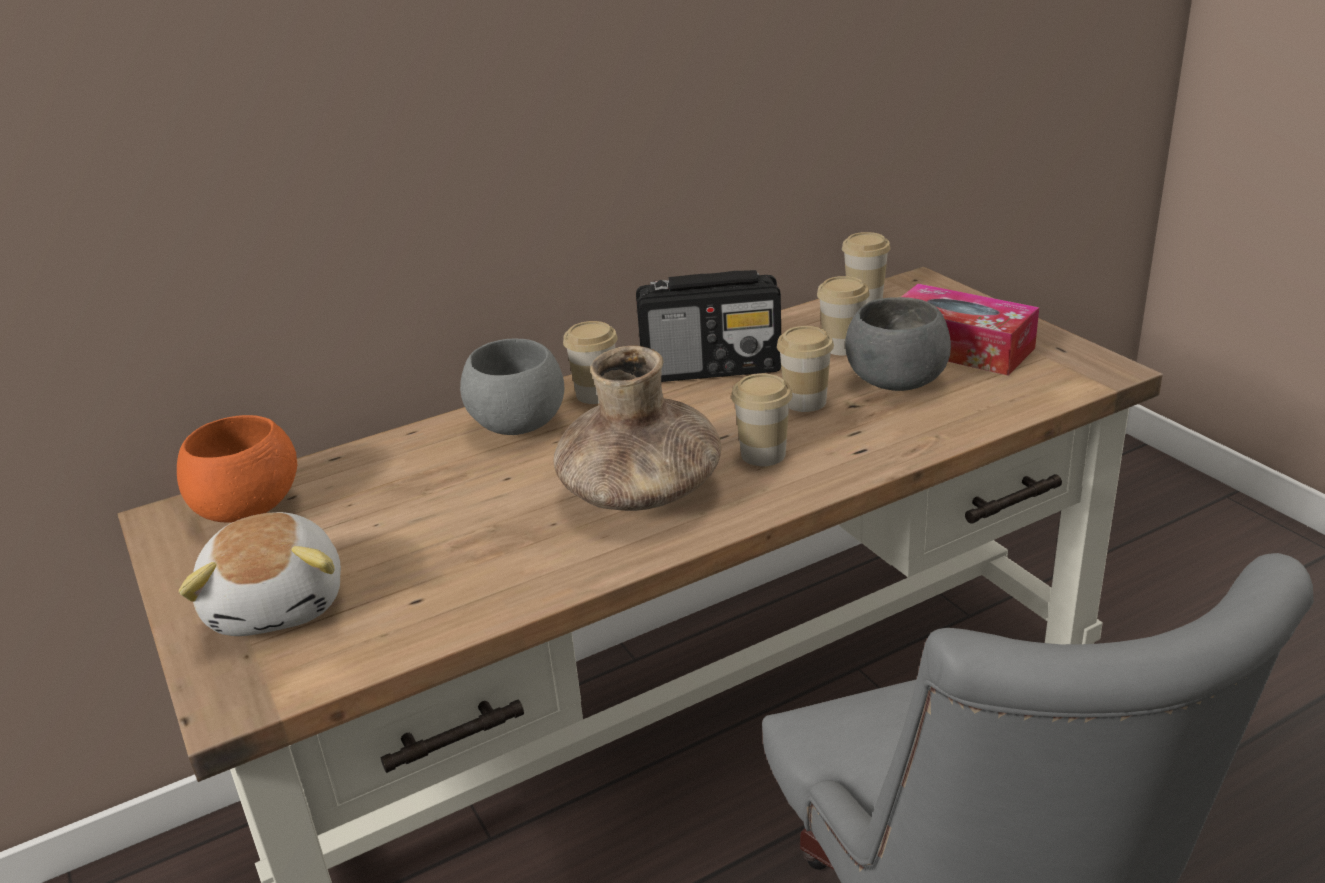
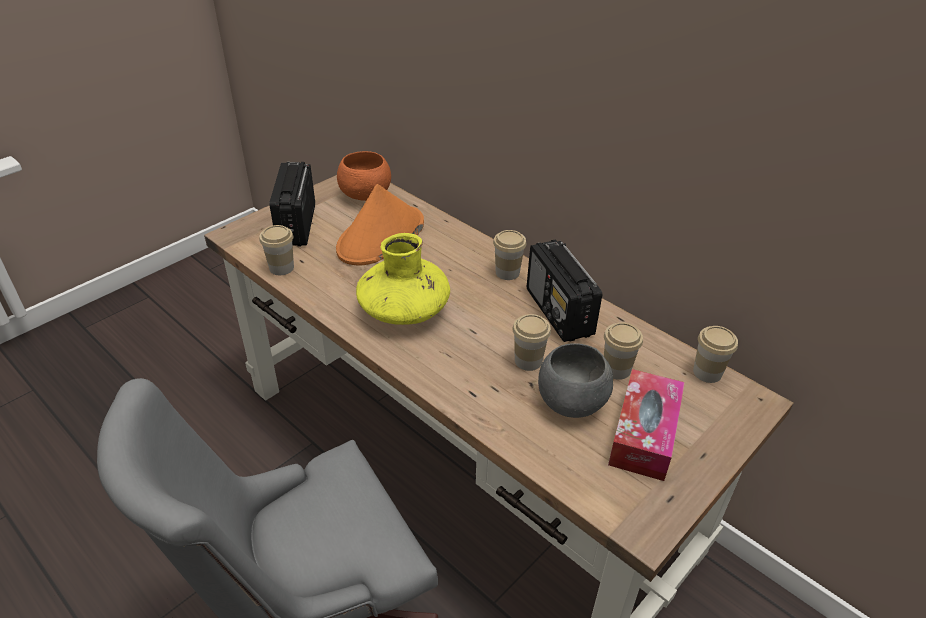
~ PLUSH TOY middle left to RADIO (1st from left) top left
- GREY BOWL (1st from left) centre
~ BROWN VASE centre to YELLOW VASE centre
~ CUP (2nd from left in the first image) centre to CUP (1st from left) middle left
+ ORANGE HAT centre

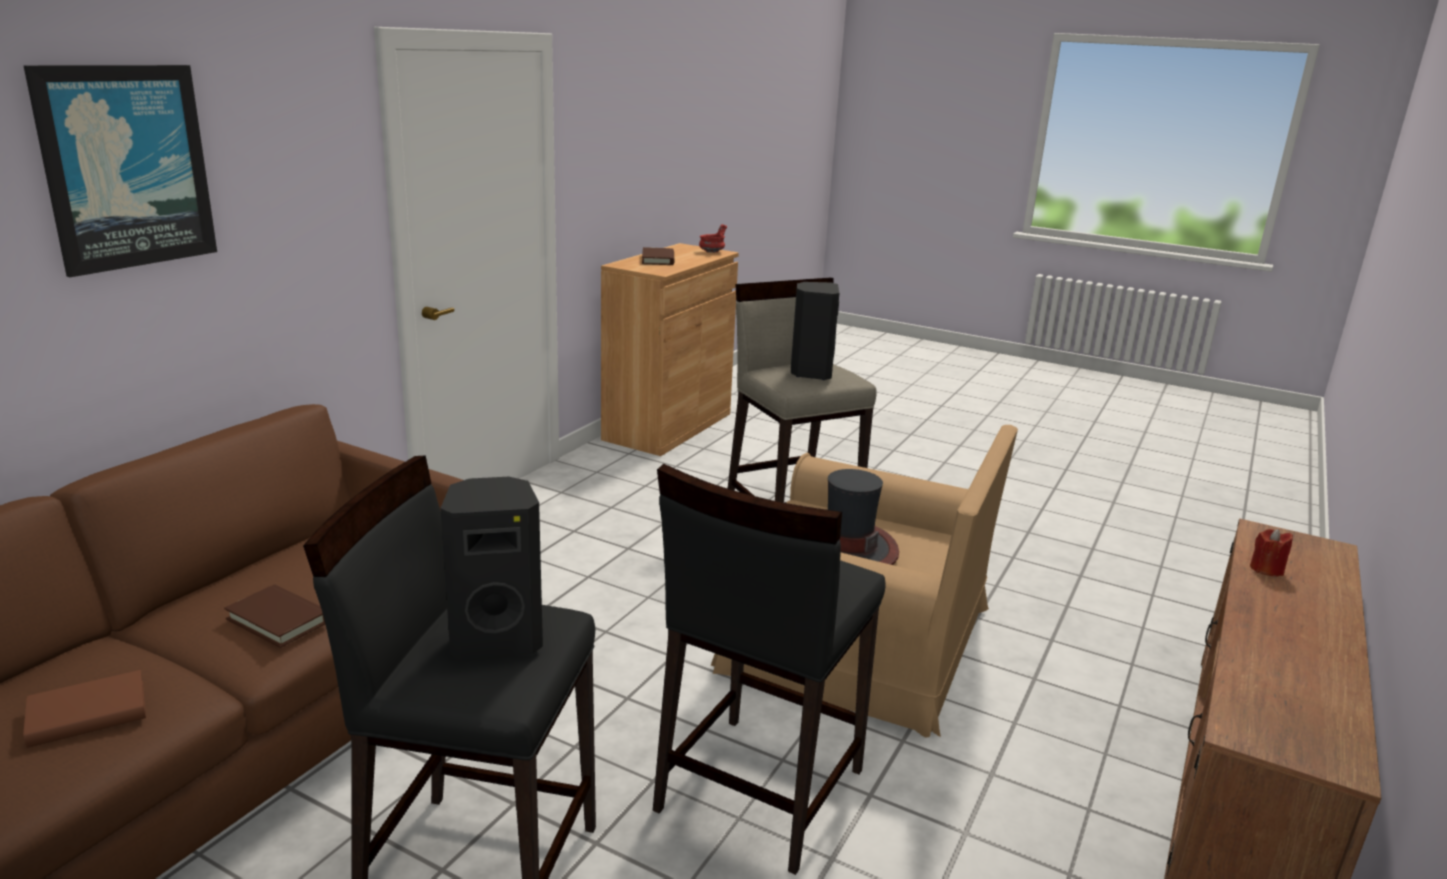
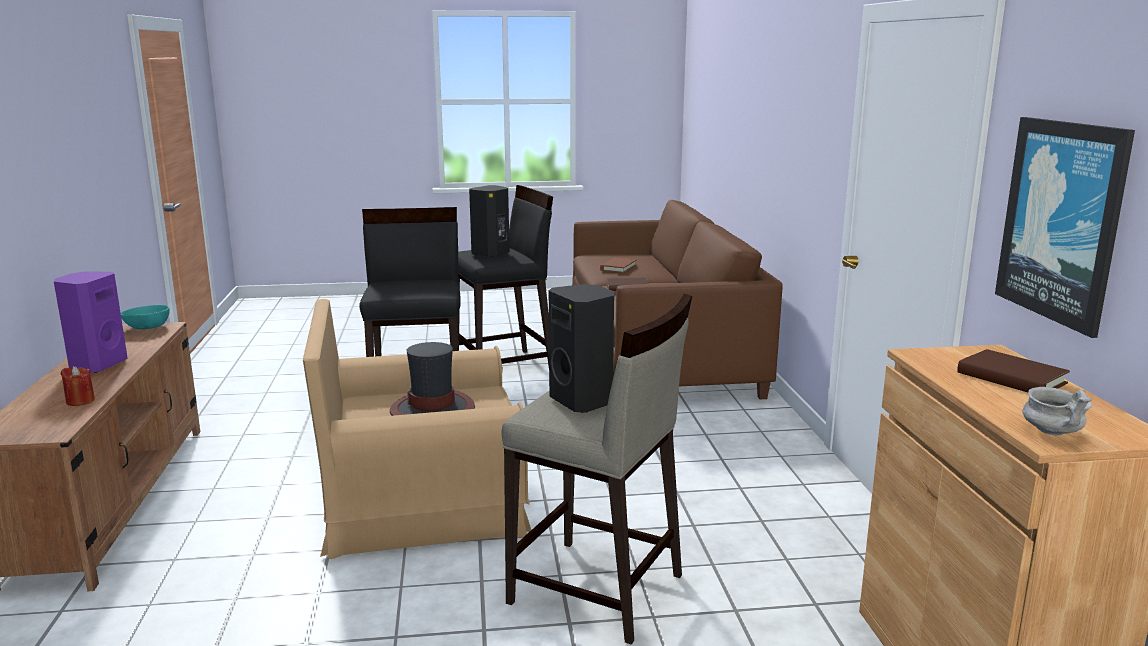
~ PICTURE top left to middle right
~ RED BOWL top centre to GREY BOWL middle right
+ PURPLE SPEAKER middle left
+ TURQUOISE BOWL middle left

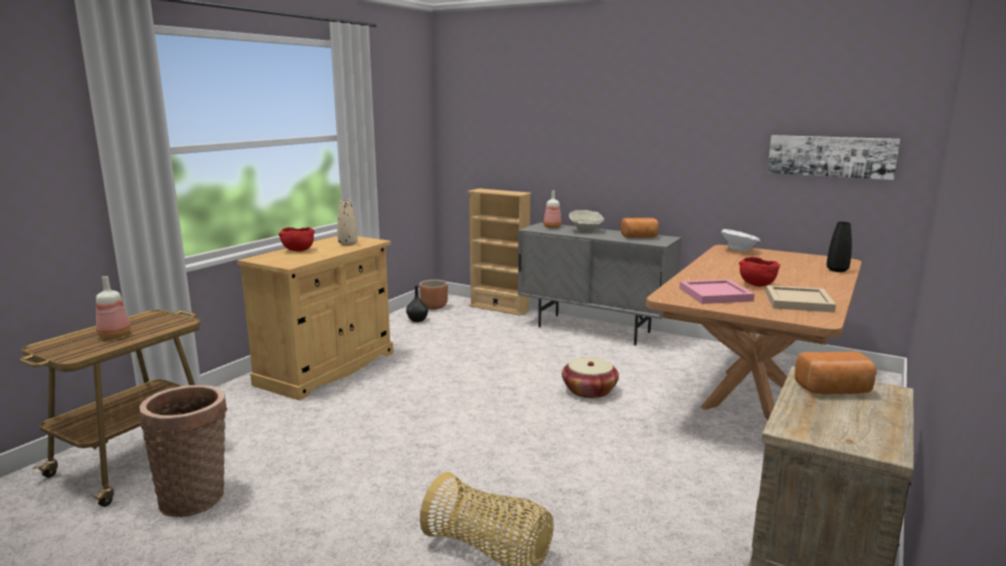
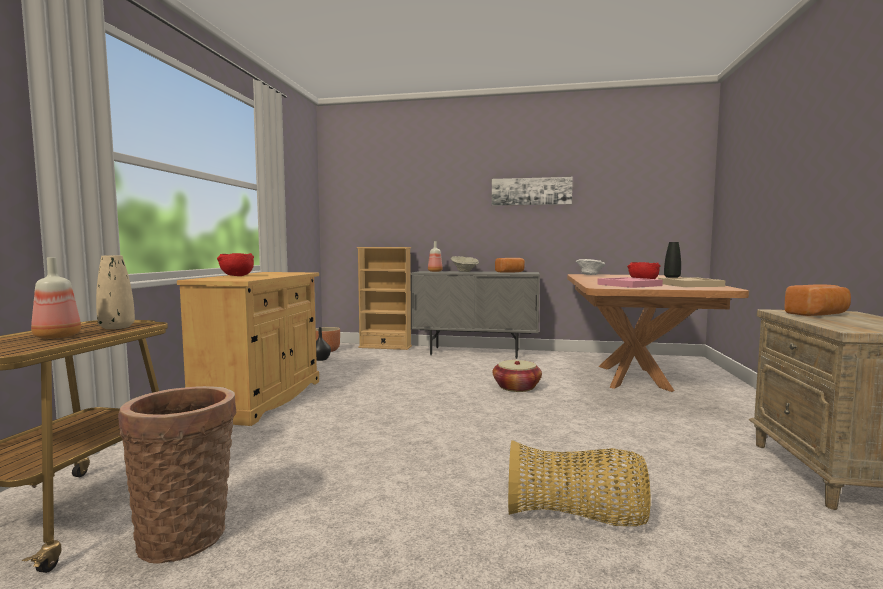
~ BEIGE VASE centre to middle left
~ PICTURE top right to top centre

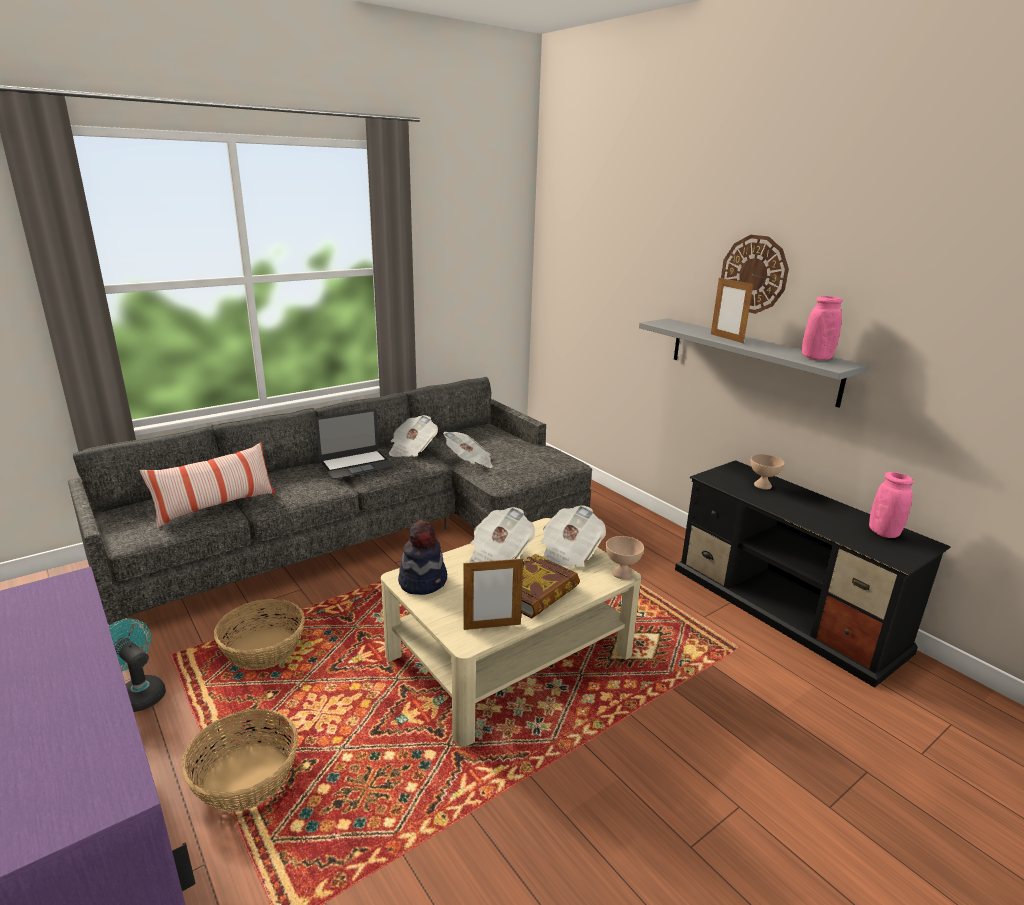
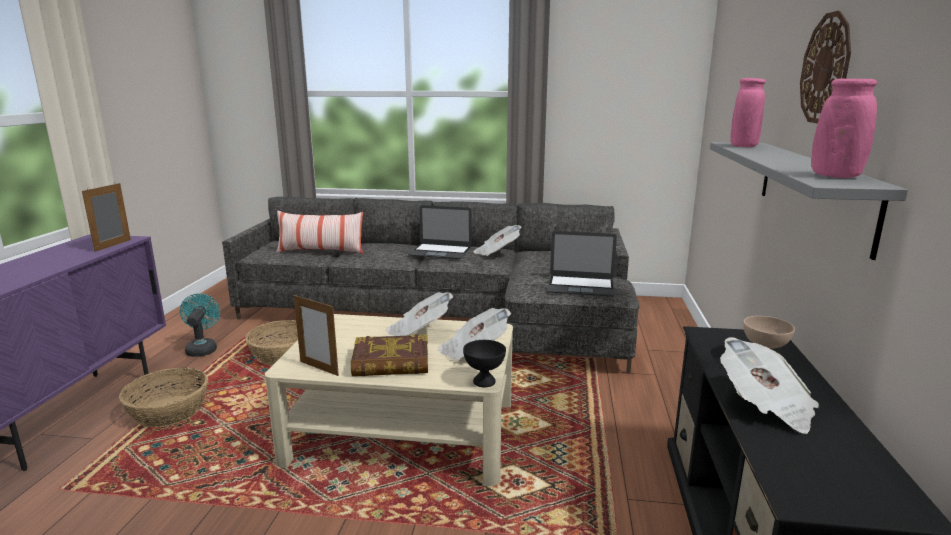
- HAT centre
~ NEWSPAPER (2nd from left in the first image) centre to NEWSPAPER (4th from left) bottom right
~ BEIGE BOWL (1st from left) centre to BLACK BOWL bottom centre
~ PICTURE FRAME (2nd from left in the first image) middle right to PICTURE FRAME (1st from left) middle left
~ PINK VASE (2nd from left in the first image) middle right to PINK VASE (1st from left) top right
+ LAPTOP (2nd from left) centre

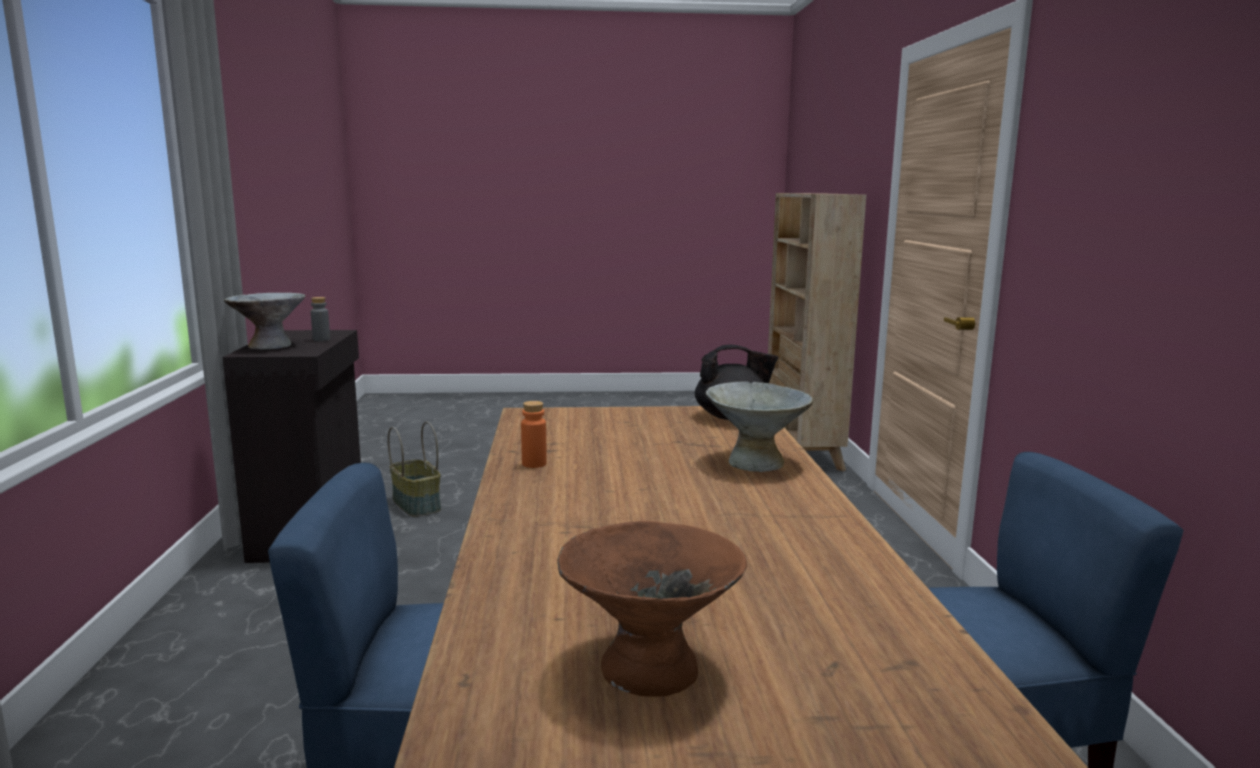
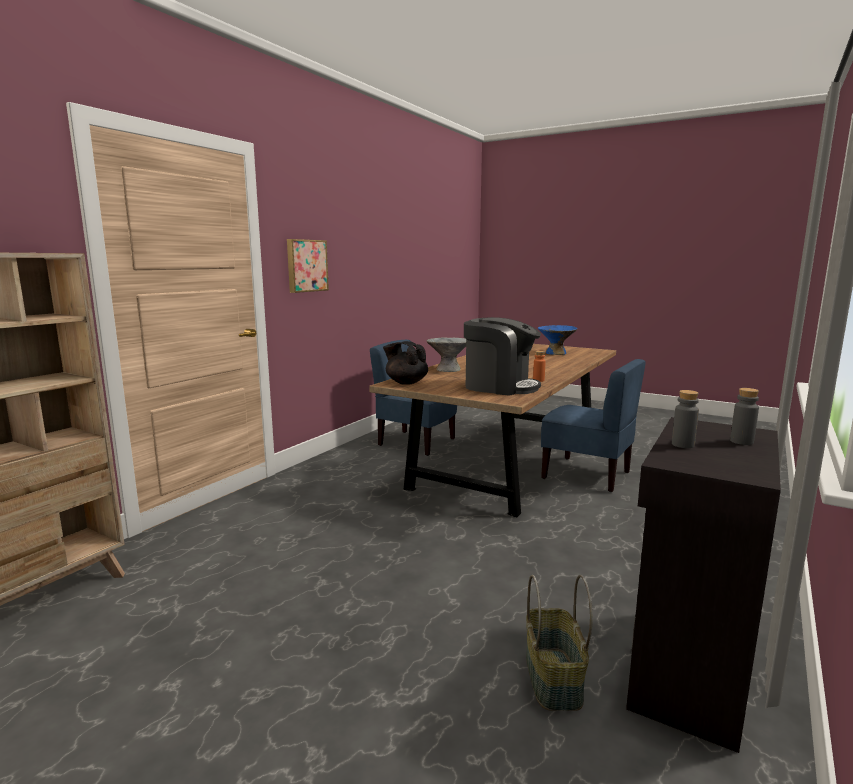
~ GREY BOWL (1st from left) middle left to GREY BOTTLE (2nd from left) middle right
~ BROWN BOWL bottom centre to BLUE BOWL centre
+ PICTURE centre
+ COFFEE MACHINE centre

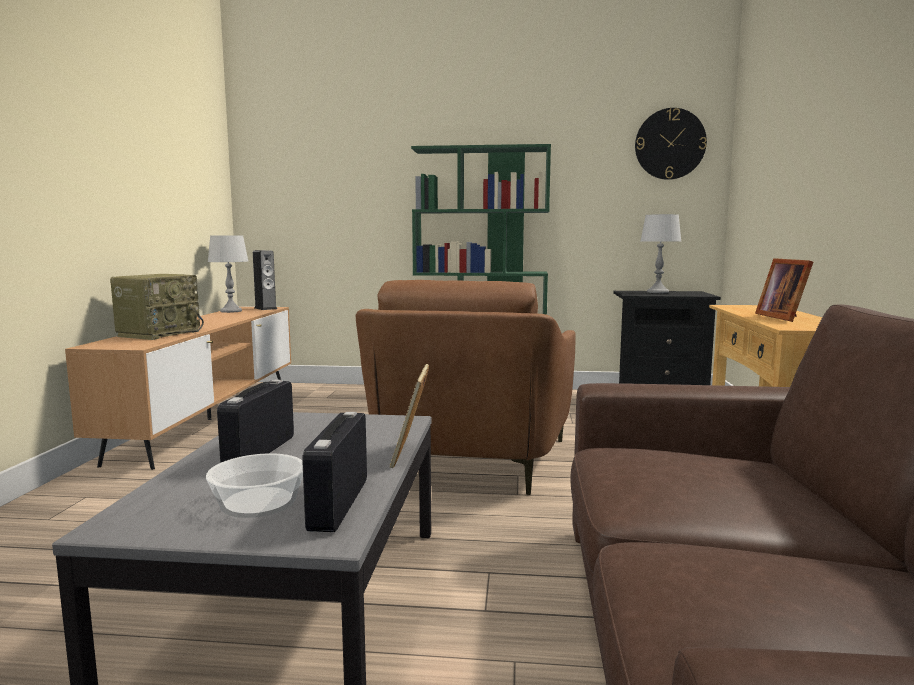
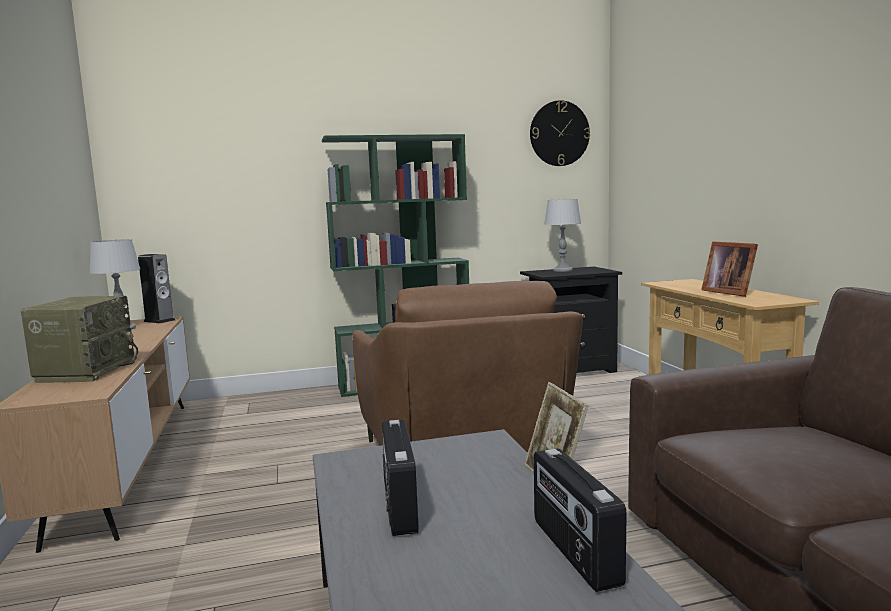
- BOWL bottom left

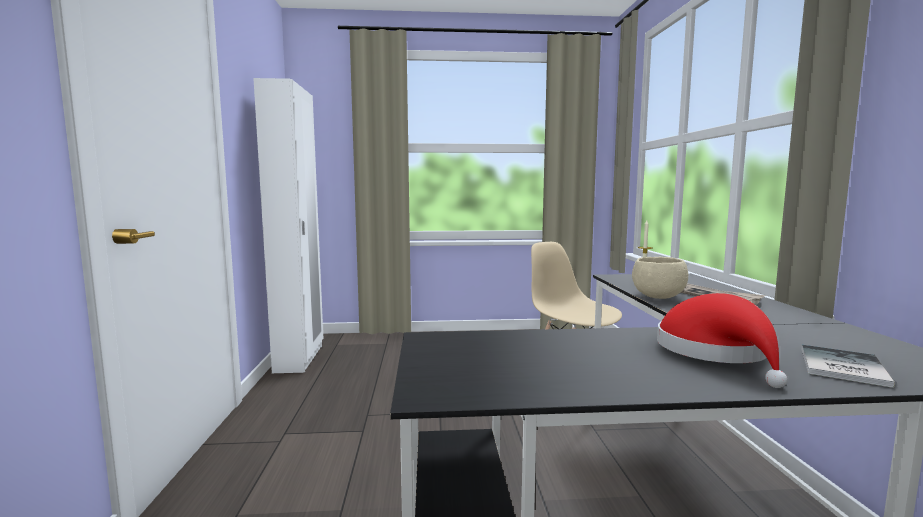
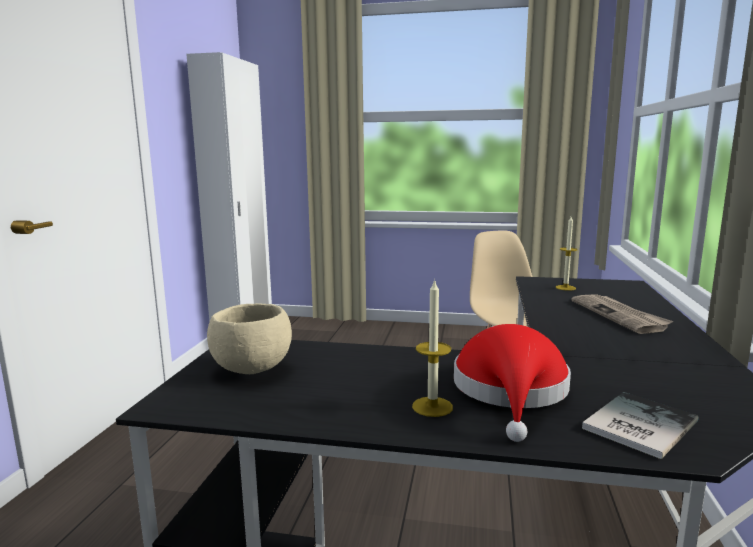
~ BEIGE BOWL middle right to middle left
+ CANDLE (1st from left) centre

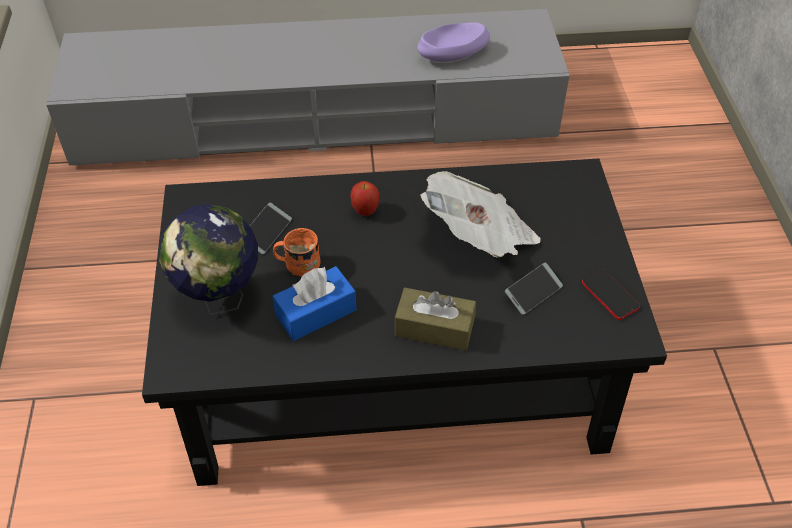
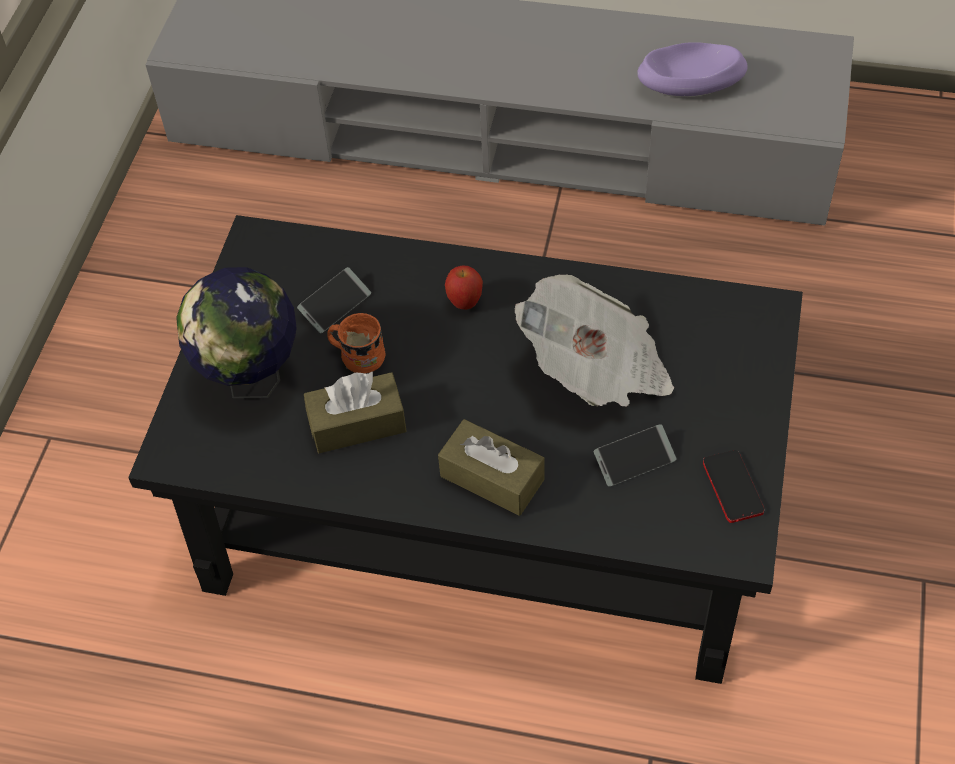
~ BLUE TISSUE BOX centre to BROWN TISSUE BOX (1st from left) centre

